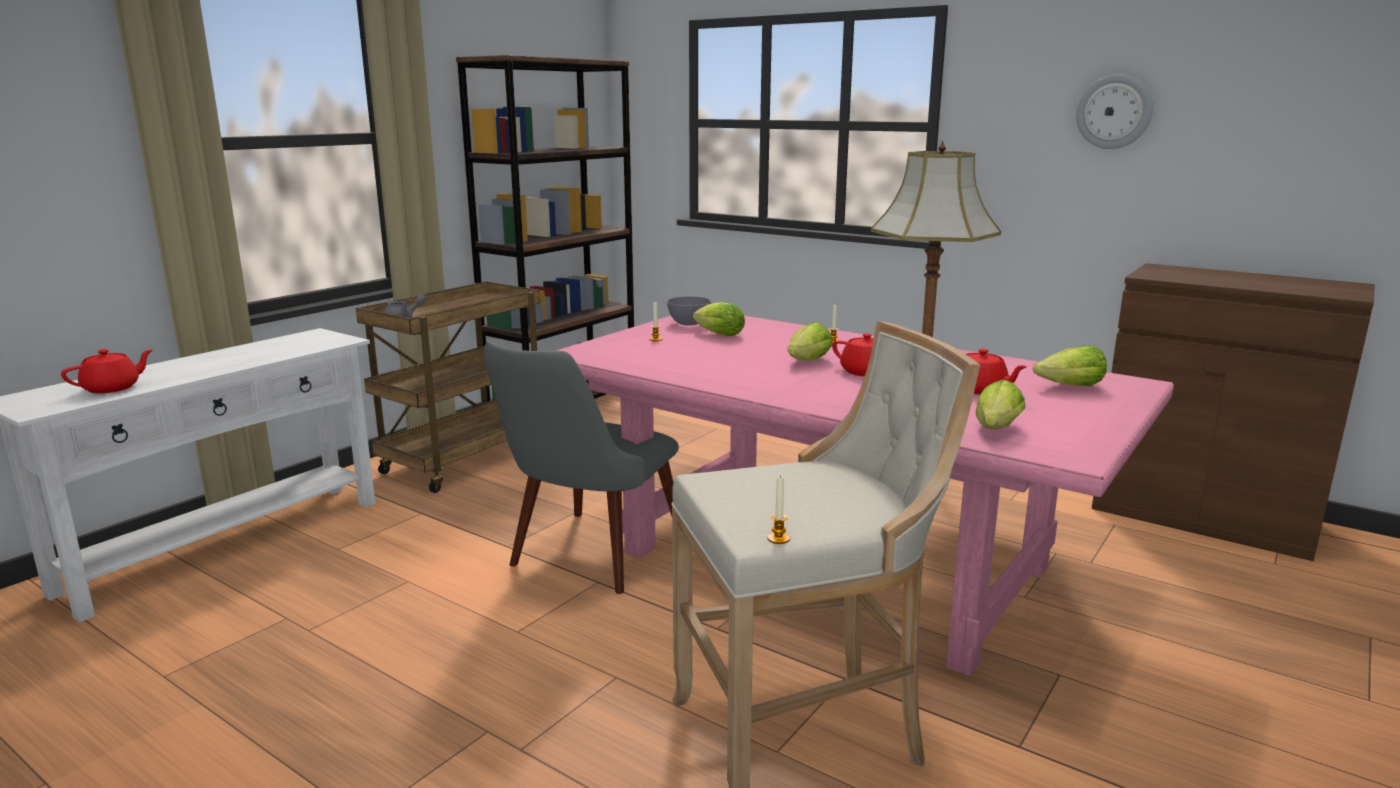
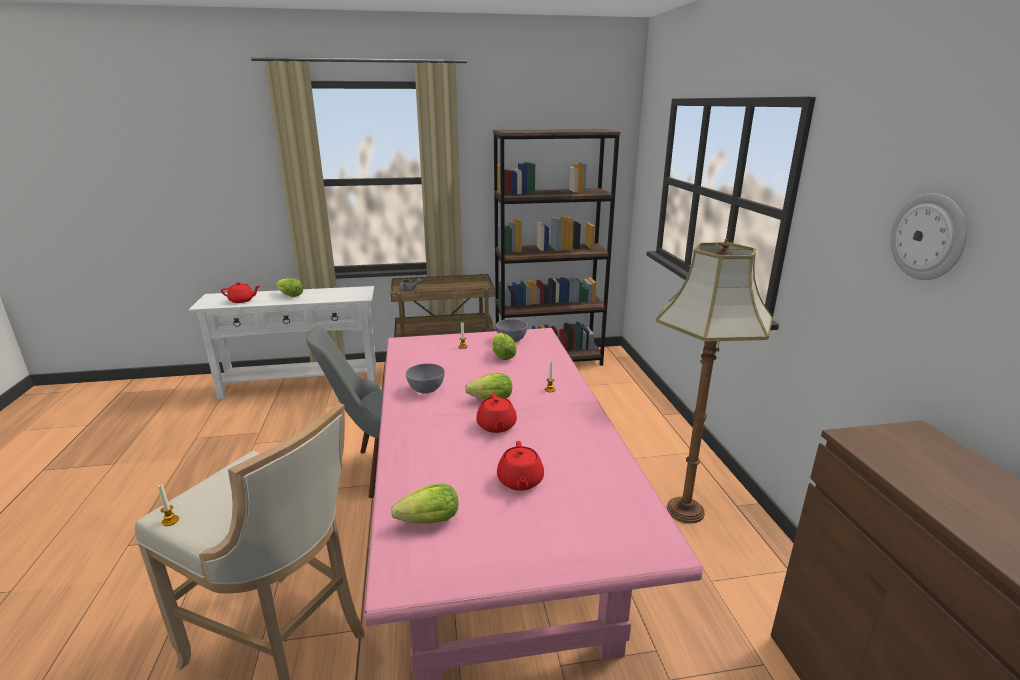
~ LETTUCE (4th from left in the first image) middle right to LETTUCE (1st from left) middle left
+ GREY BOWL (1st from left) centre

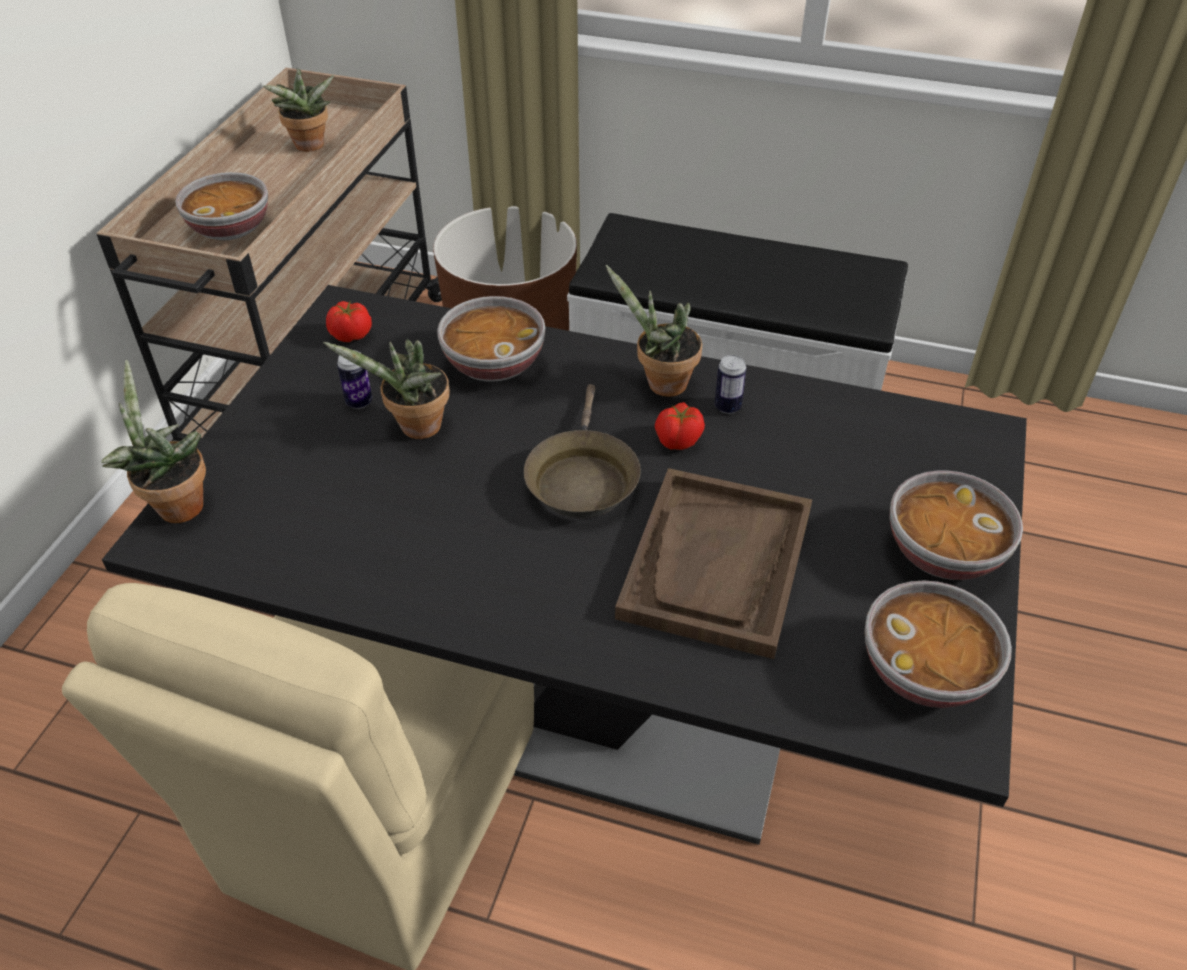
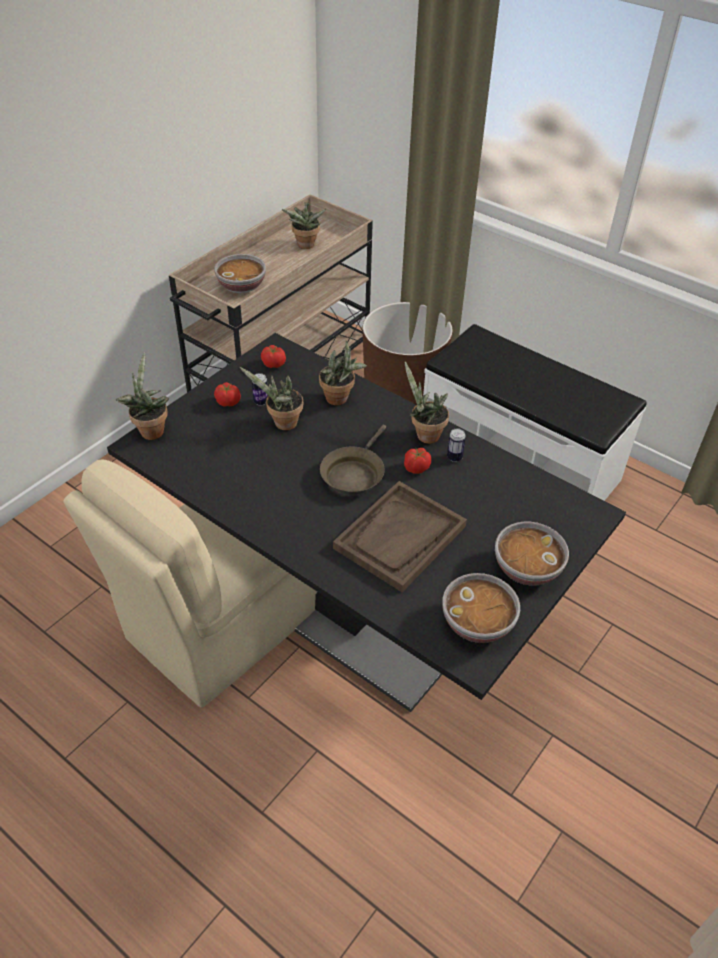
~ BOWL (2nd from left) centre to POTTED PLANT (4th from left) centre
+ TOMATO (1st from left) middle left

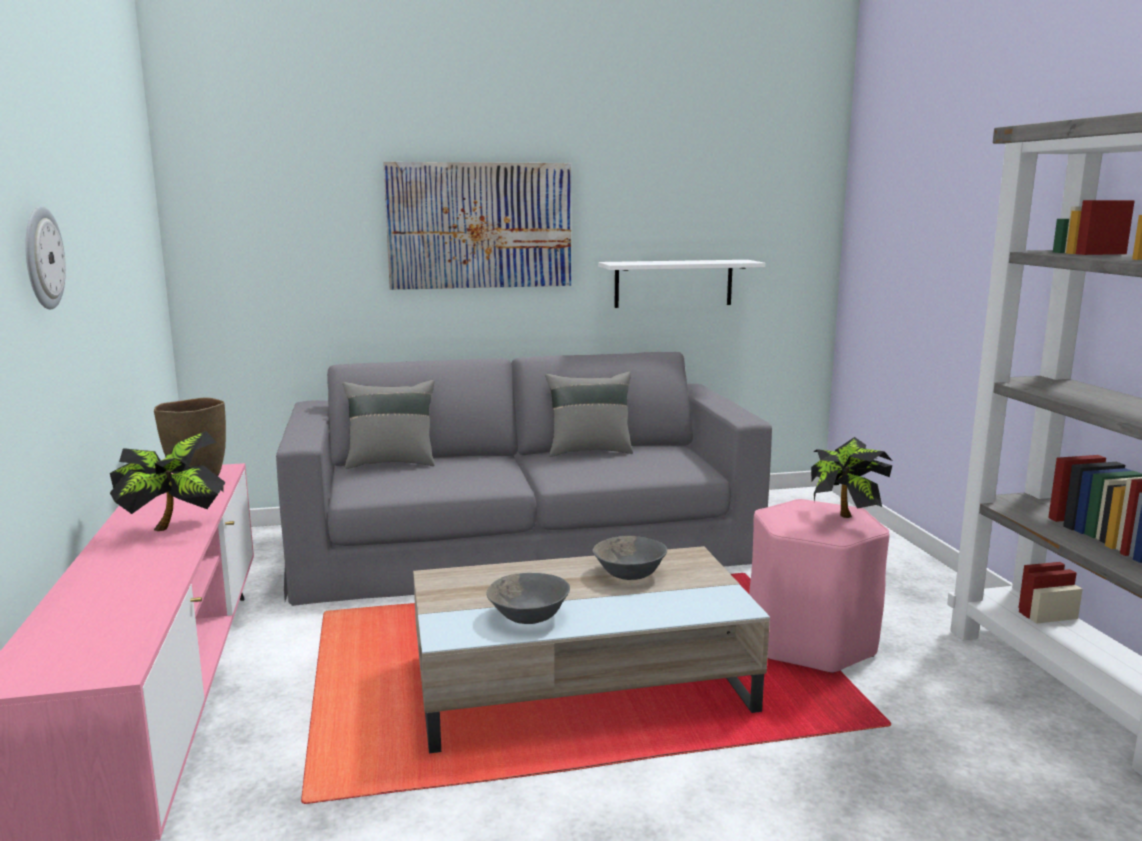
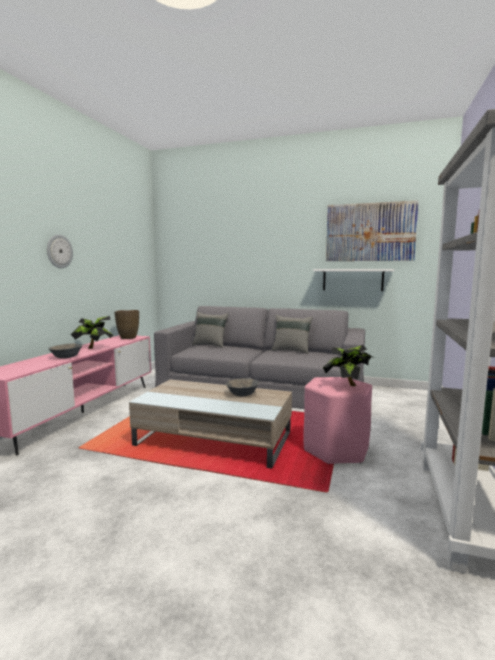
~ PICTURE top centre to middle right
~ GREY BOWL (1st from left) bottom centre to middle left

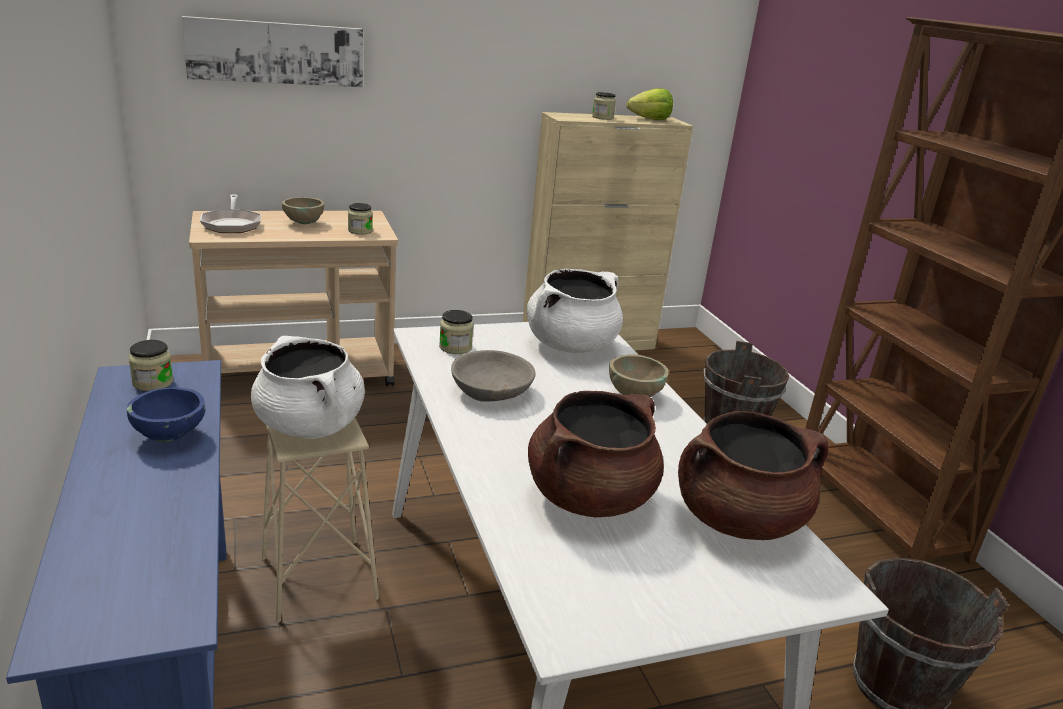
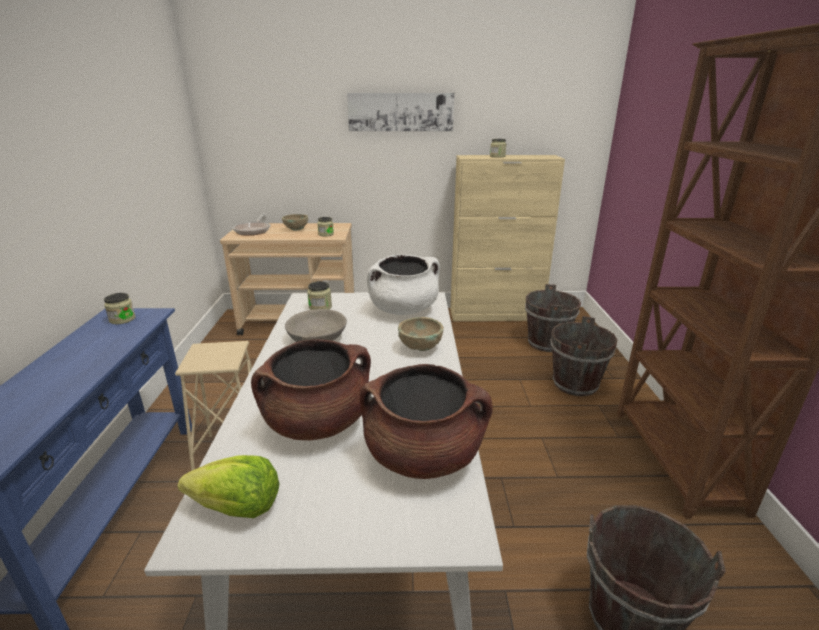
- BLUE BOWL middle left
~ PICTURE top left to top centre
- WHITE COOKING POT (1st from left) middle left
~ LETTUCE top centre to bottom left
+ BROWN BUCKET (1st from left) middle right

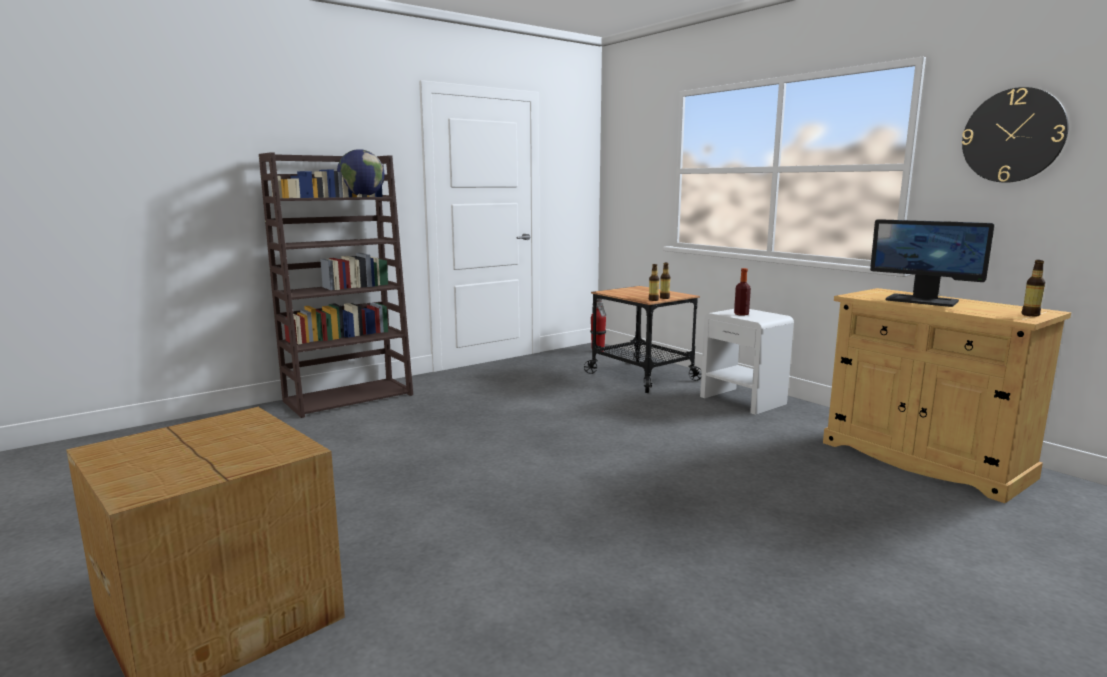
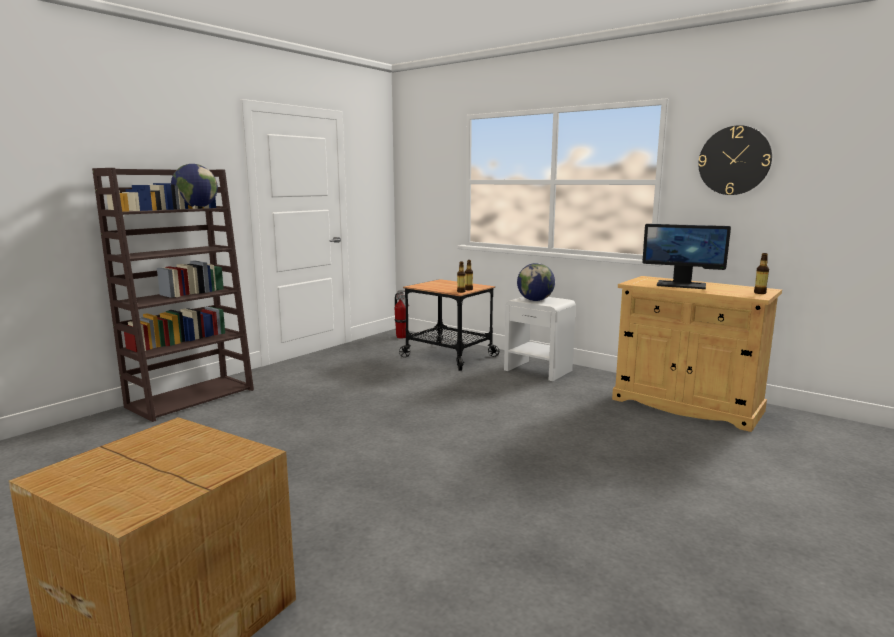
~ BOTTLE (3rd from left) middle right to GLOBE (2nd from left) centre

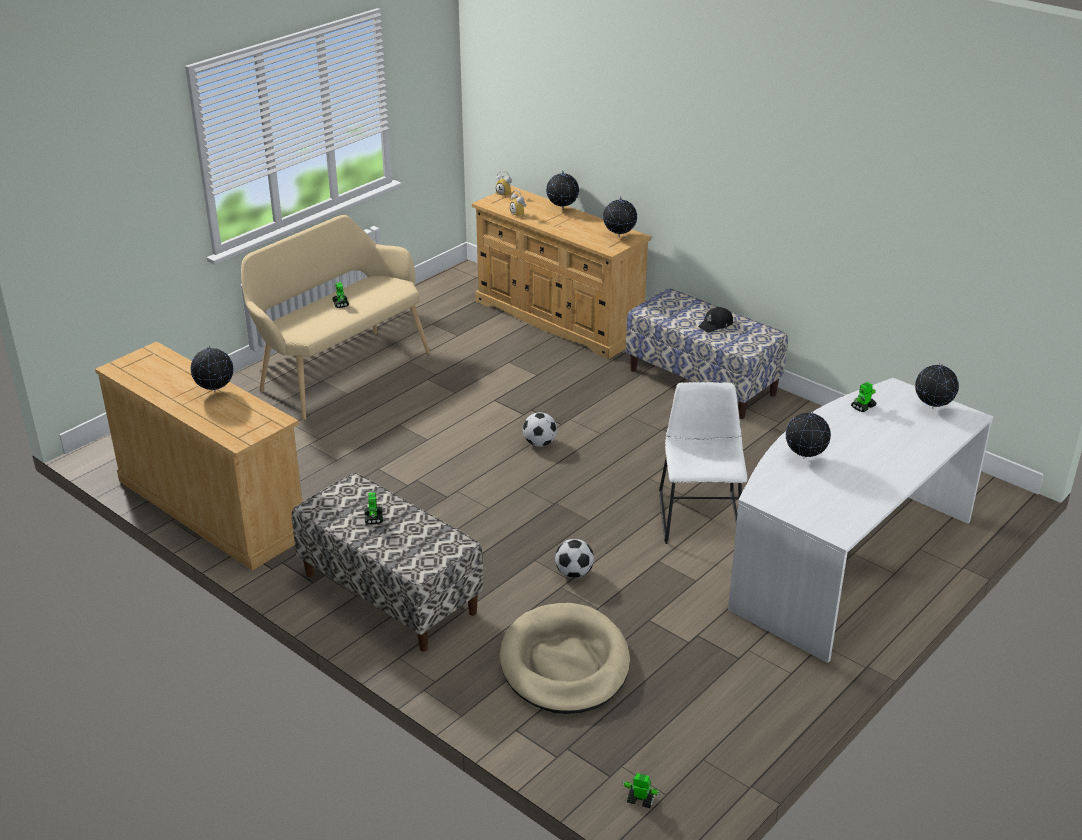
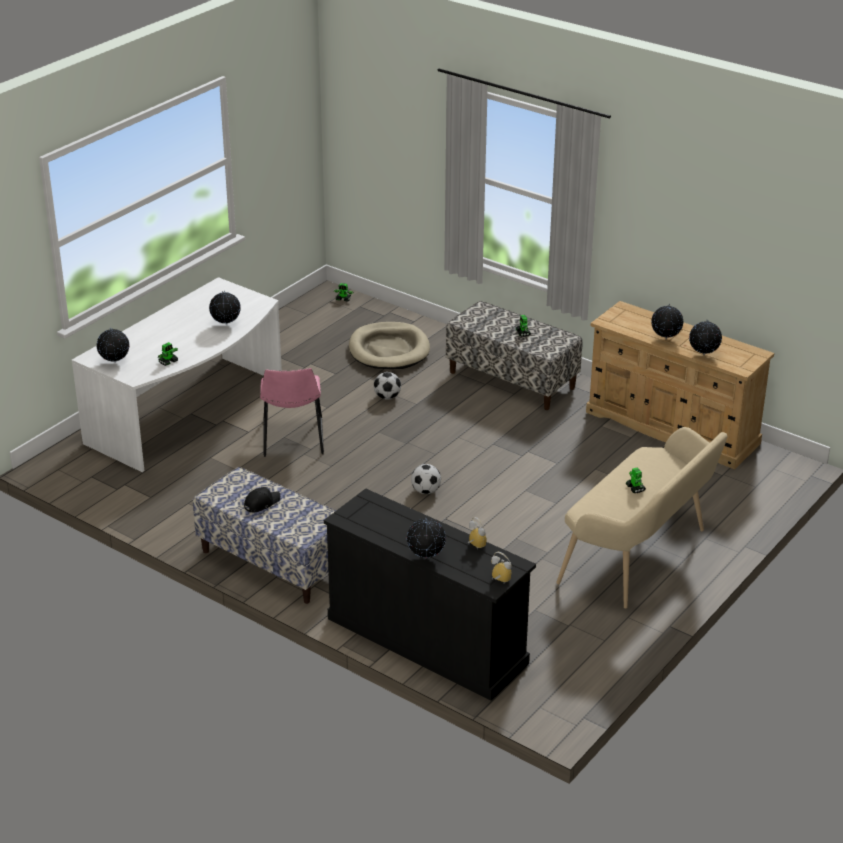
~ BEIGE DRESSER (2nd from left) top centre to BLACK DRESSER bottom centre
~ GLOBE (3rd from left in the first image) top centre to GLOBE (5th from left) middle right
~ WHITE CHAIR centre to PINK CHAIR centre

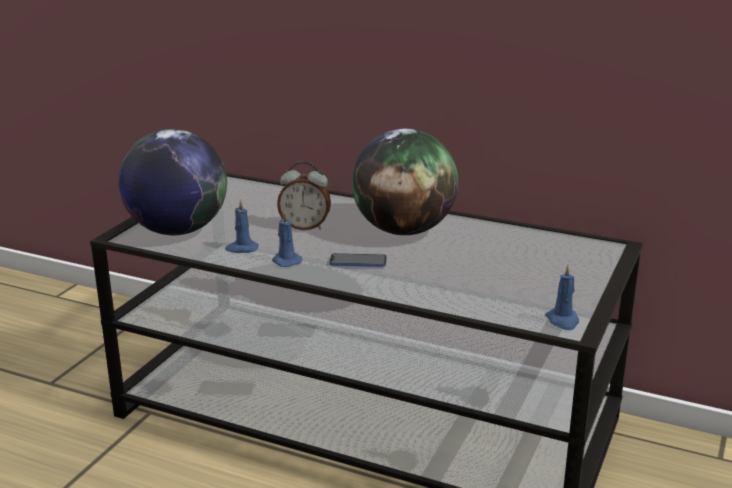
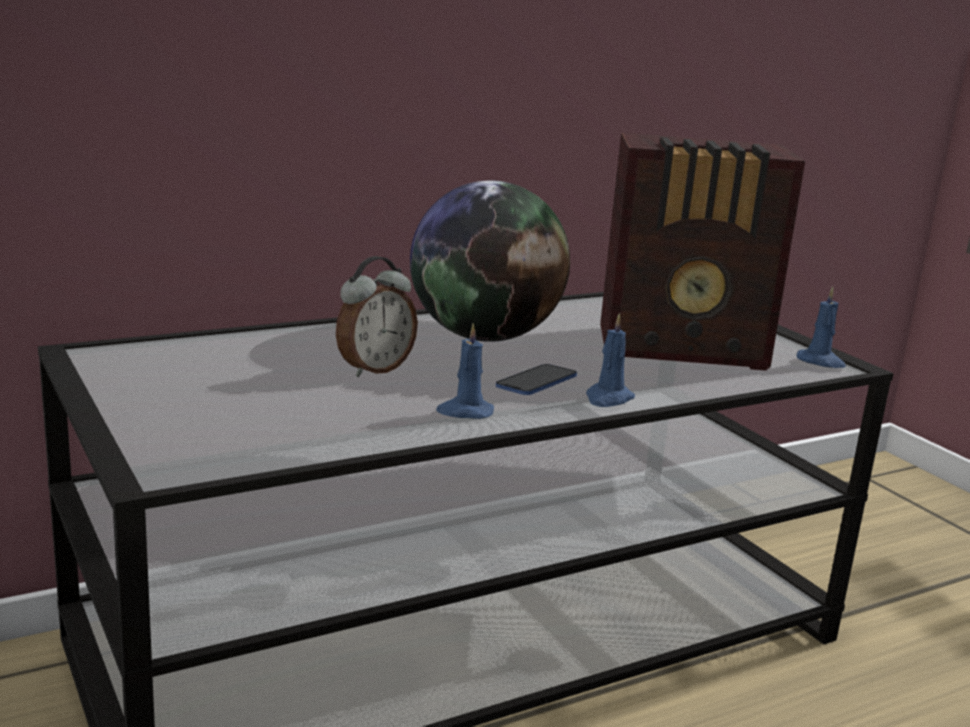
- GLOBE (1st from left) middle left
~ BLUE CANDLE (1st from left in the first image) middle left to BLUE CANDLE (2nd from left) centre
+ RADIO middle right

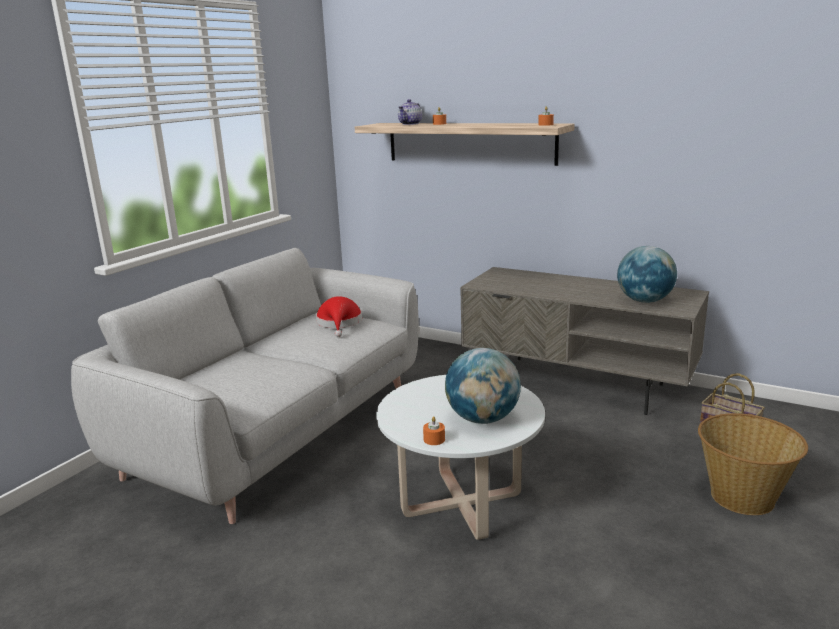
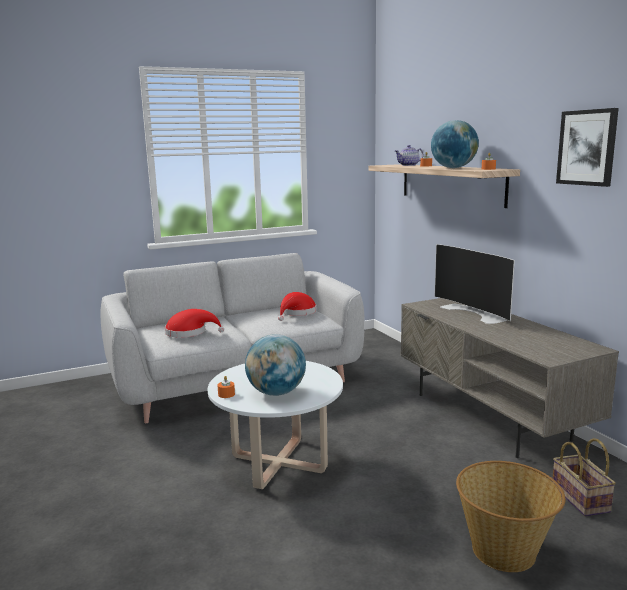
~ GLOBE (2nd from left) middle right to top right
+ RED HAT (1st from left) middle left
+ TELEVISION middle right
+ PICTURE top right

